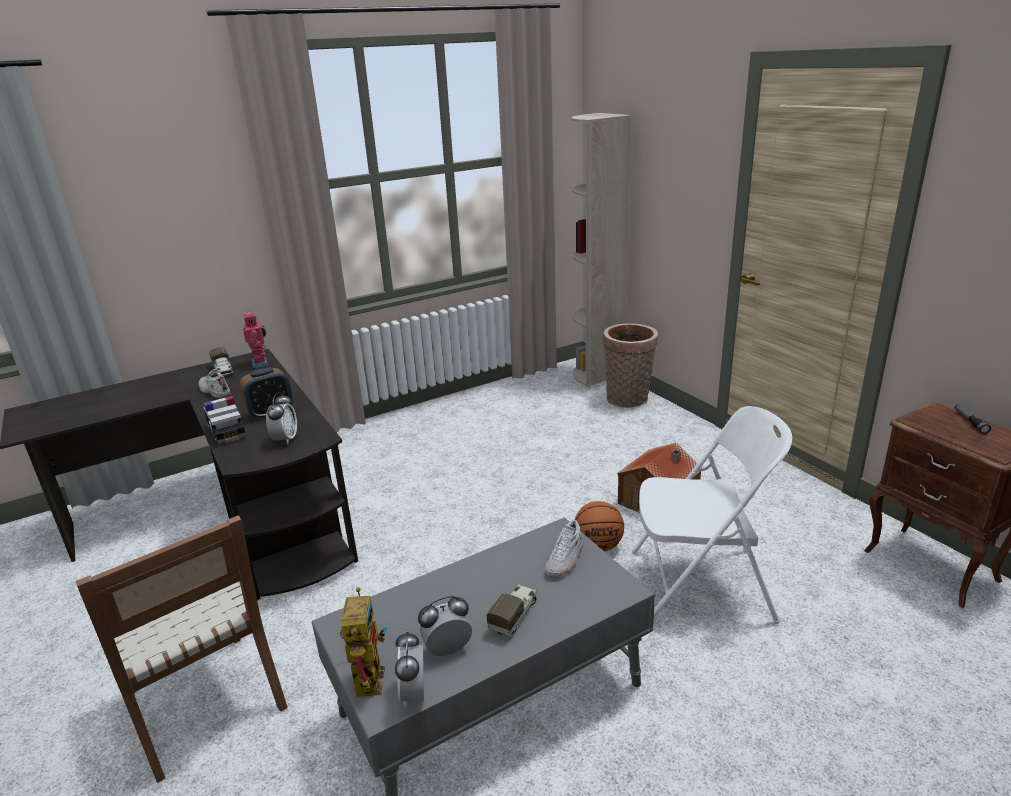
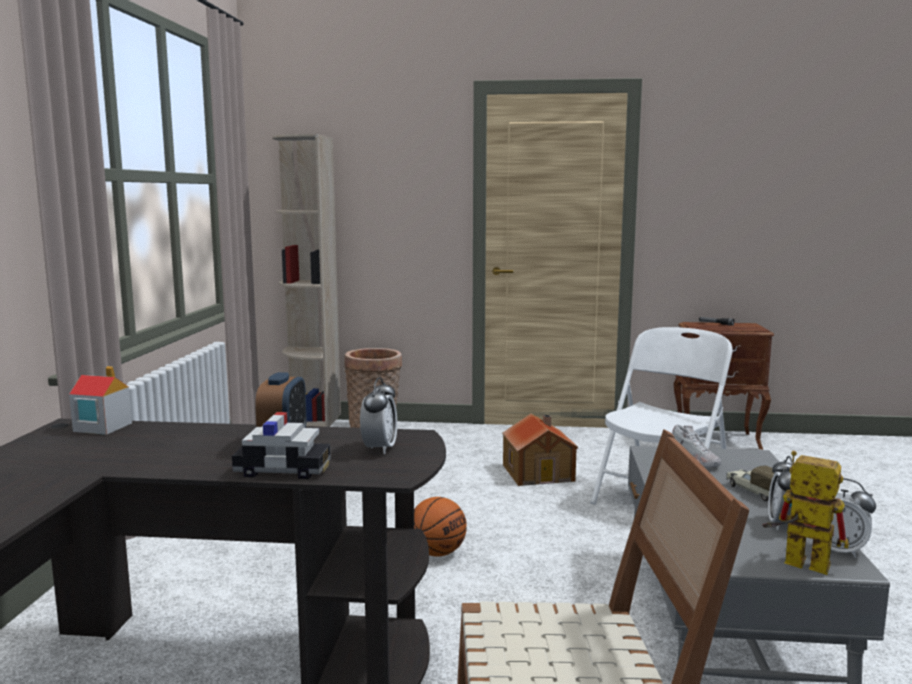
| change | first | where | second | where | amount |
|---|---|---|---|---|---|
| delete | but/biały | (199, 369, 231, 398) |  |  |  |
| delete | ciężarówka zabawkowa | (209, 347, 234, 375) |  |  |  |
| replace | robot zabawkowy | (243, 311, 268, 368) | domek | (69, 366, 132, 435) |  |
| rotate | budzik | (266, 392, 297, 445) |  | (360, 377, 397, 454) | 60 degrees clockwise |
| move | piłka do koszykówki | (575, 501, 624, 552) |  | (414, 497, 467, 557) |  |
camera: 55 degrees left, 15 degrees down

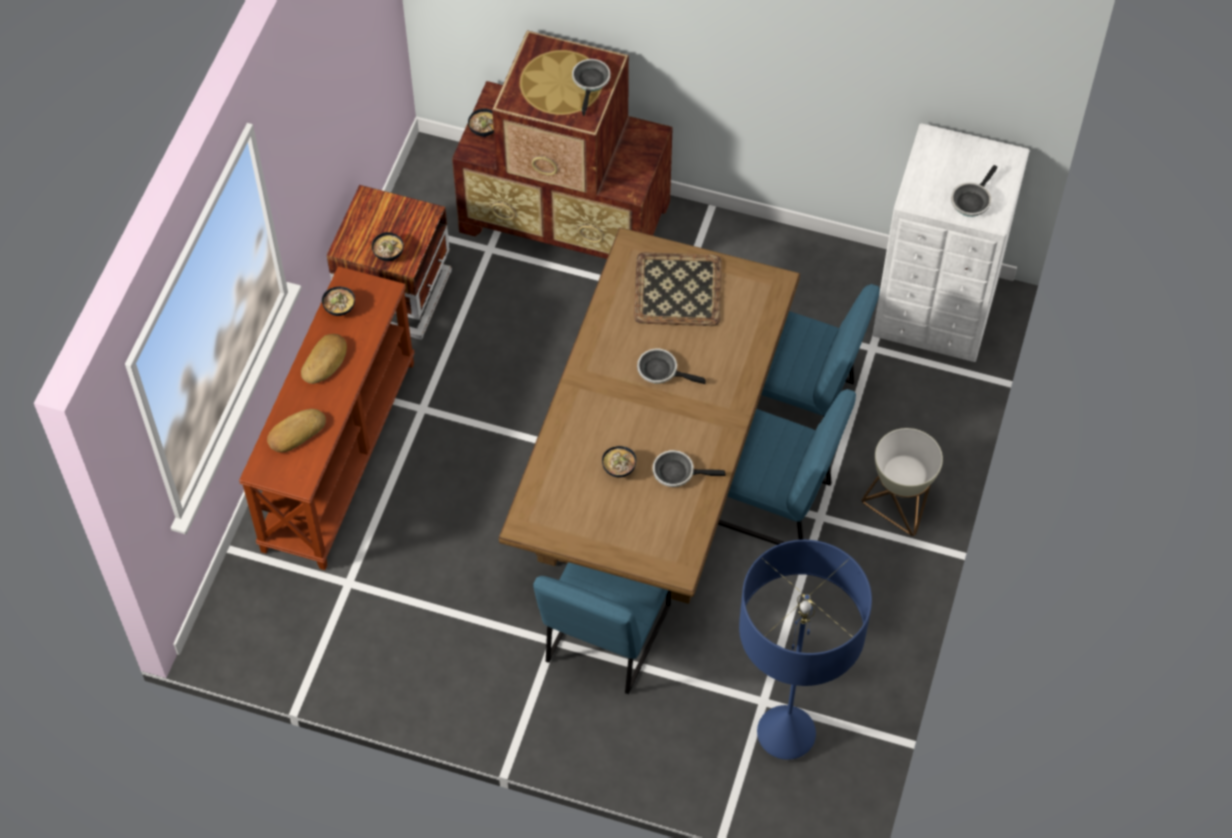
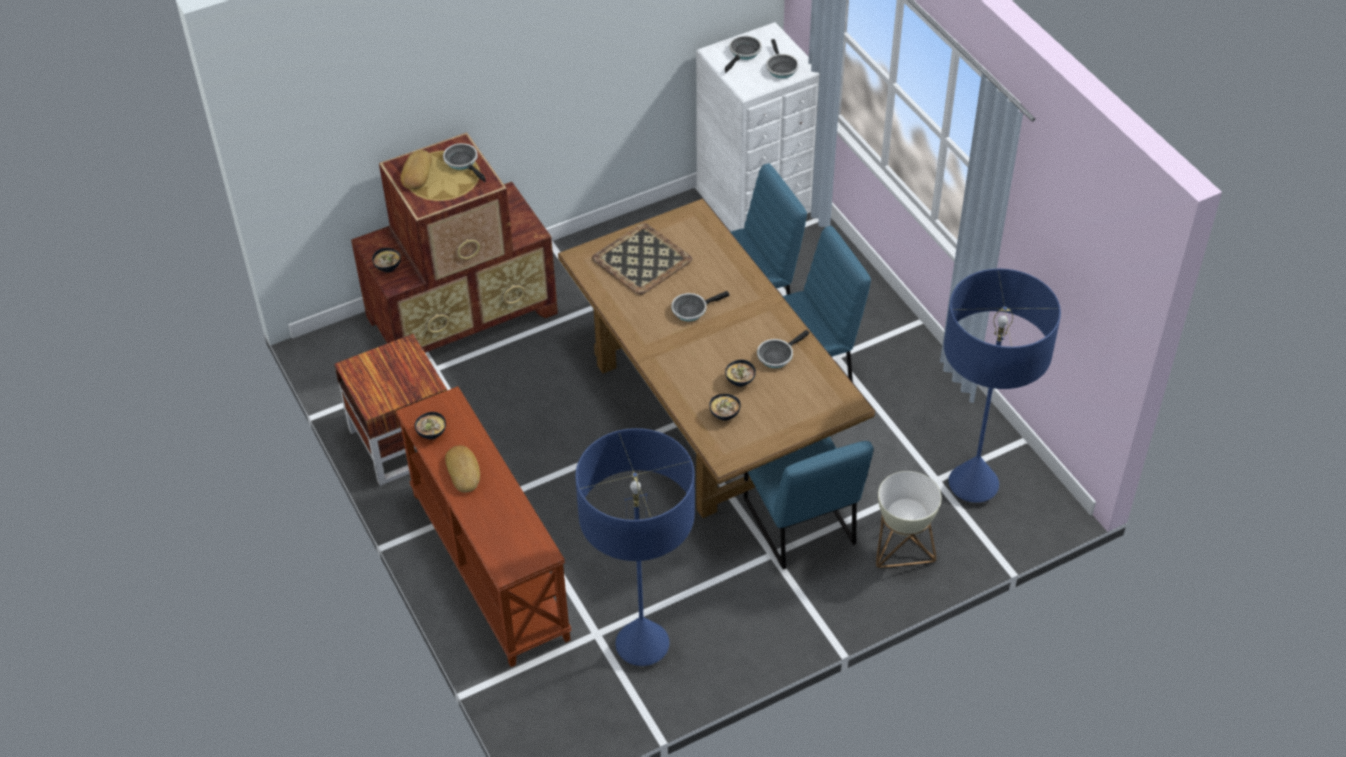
| change | first | where | second | where | amount |
|---|---|---|---|---|---|
| move | chleb | (267, 409, 326, 453) |  | (401, 150, 432, 189) |  |
| move | miska | (372, 232, 404, 261) |  | (709, 394, 741, 421) |  |
| move | donica | (861, 428, 943, 536) |  | (876, 471, 942, 568) |  |
| insert |  |  | lampa stojąca/niebieski | (575, 428, 695, 666) |  |
| insert |  |  | patelnia | (725, 36, 762, 73) |  |
camera: 45 degrees left, 10 degrees down

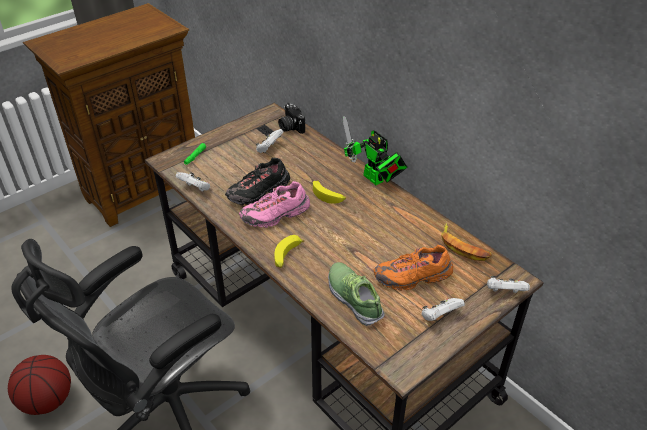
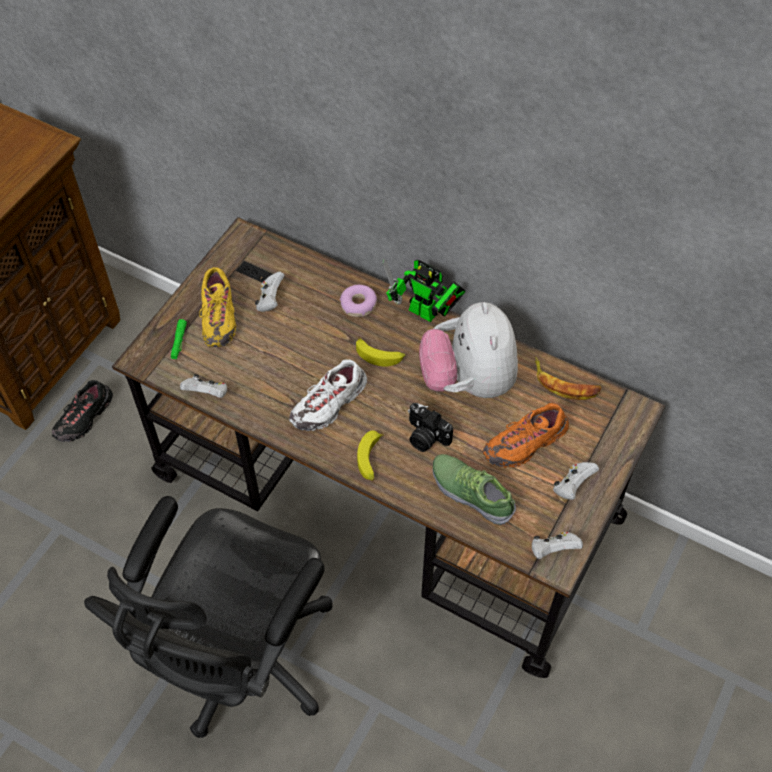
| change | first | where | second | where | amount |
|---|---|---|---|---|---|
| delete | piłka do koszykówki | (8, 355, 71, 415) |  |  |  |
| move | but/czarny | (225, 158, 290, 205) |  | (52, 380, 113, 442) |  |
| recolor | but/różowy | (239, 181, 310, 228) | but/biały | (289, 359, 367, 431) |  |
| move | aparat fotograficzny | (278, 103, 305, 134) |  | (408, 403, 453, 452) |  |
| move | pad do gier/biały | (487, 276, 530, 293) |  | (531, 532, 583, 559) |  |
| insert |  |  | but/żółty | (199, 267, 236, 347) |  |
| insert |  |  | donut | (340, 285, 377, 317) |  |
| insert |  |  | pluszak | (419, 302, 518, 398) |  |
camera: 20 degrees left, 15 degrees up

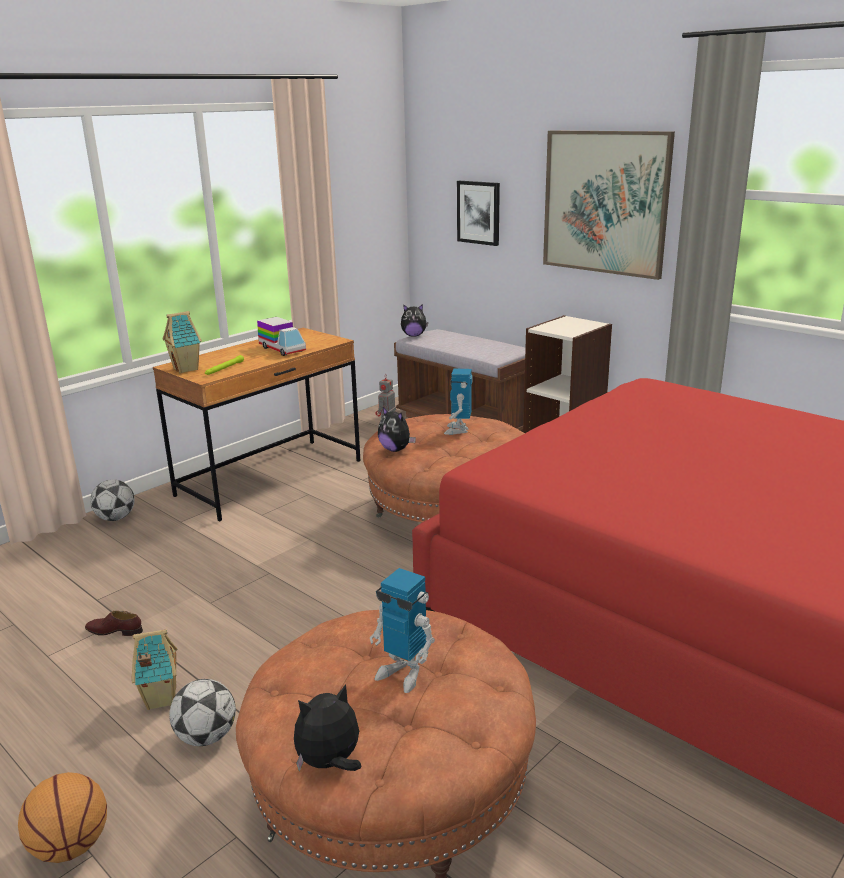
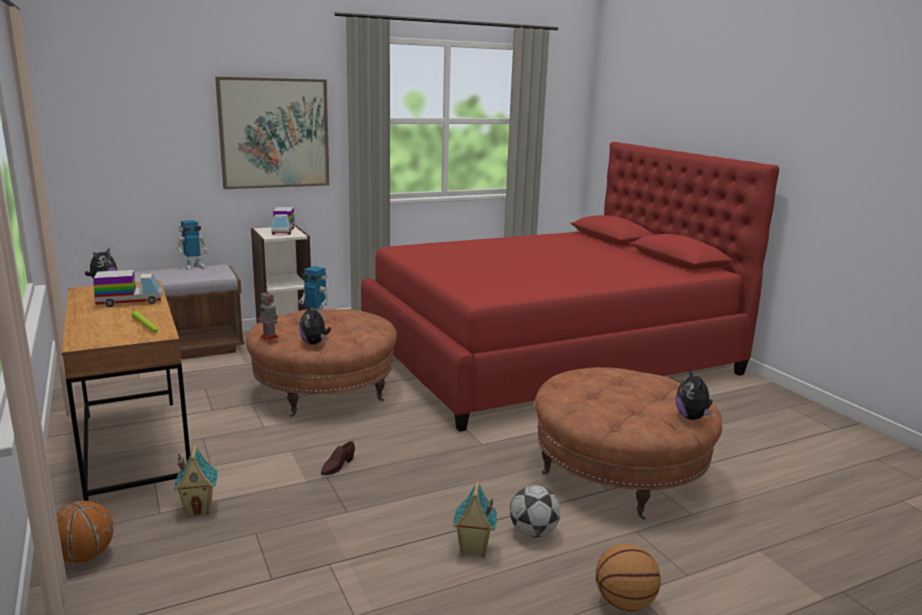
| change | first | where | second | where | amount |
|---|---|---|---|---|---|
| move | but/brązowy | (85, 611, 143, 636) |  | (321, 441, 355, 475) |  |
| replace | piłka futbolowa | (90, 480, 135, 521) | piłka do koszykówki | (56, 501, 113, 563) |  |
| move | domek | (163, 311, 202, 373) |  | (174, 444, 218, 517) |  |
| move | robot zabawkowy | (370, 568, 435, 693) |  | (176, 220, 208, 270) |  |
| rotate | pluszak | (378, 407, 416, 452) |  | (299, 305, 331, 345) | 90 degrees clockwise |
| delete | obraz | (457, 181, 500, 246) |  |  |  |
| insert |  |  | ciężarówka zabawkowa | (271, 207, 295, 234) |  |
camera: 70 degrees left, 5 degrees down

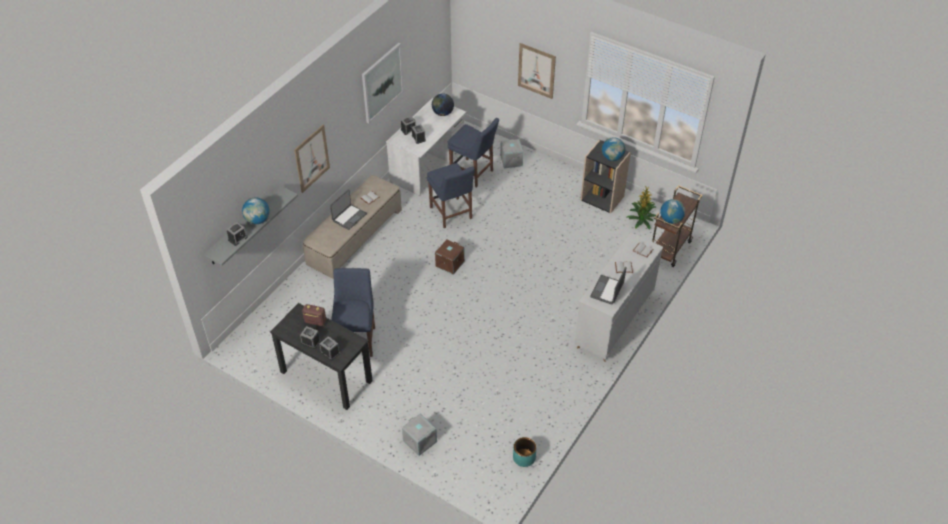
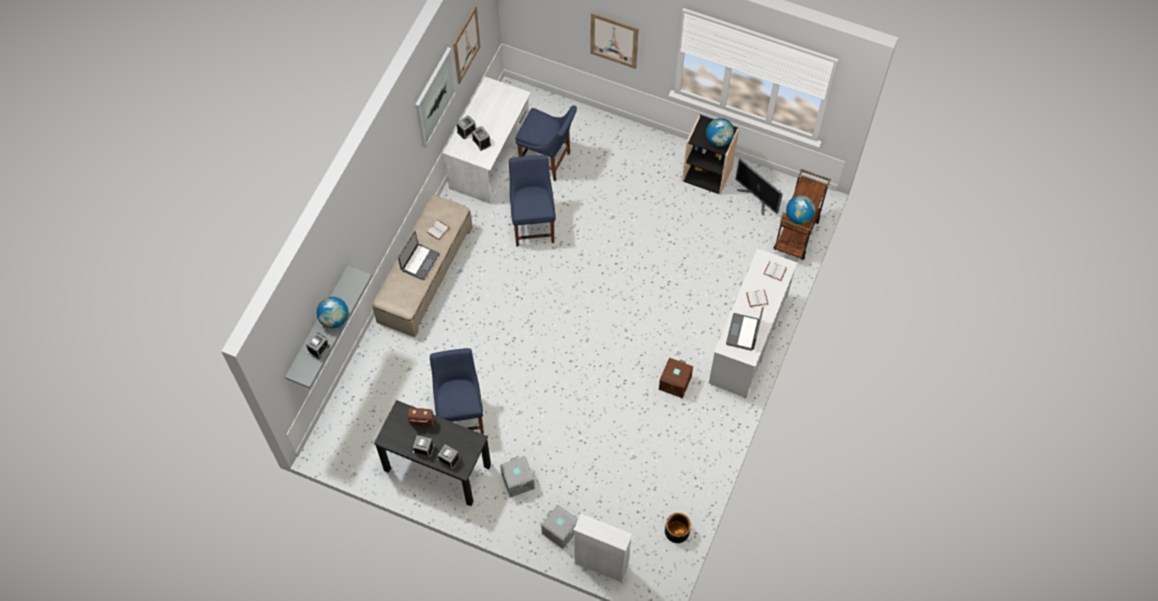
| change | first | where | second | where | amount |
|---|---|---|---|---|---|
| move | obraz | (294, 125, 330, 193) |  | (453, 6, 480, 84) |  |
| rotate | krzesło/niebieski | (427, 163, 475, 228) |  | (509, 155, 556, 247) | 150 degrees counterclockwise |
| delete | globus | (432, 94, 454, 116) |  |  |  |
| move | pojemnik do przechowywania/brązowy | (435, 240, 465, 275) |  | (659, 358, 693, 399) |  |
| move | pojemnik do przechowywania/szary | (500, 139, 523, 168) |  | (500, 456, 535, 497) |  |
| recolor | donica/turkusowy | (513, 437, 536, 467) | donica/czarny | (665, 513, 691, 543) |  |
| replace | roślina doniczkowa | (627, 186, 656, 230) | monitor | (735, 159, 783, 215) |  |
| insert |  |  | regał/biały | (574, 514, 633, 583) |  |
camera: 10 degrees left, 15 degrees up

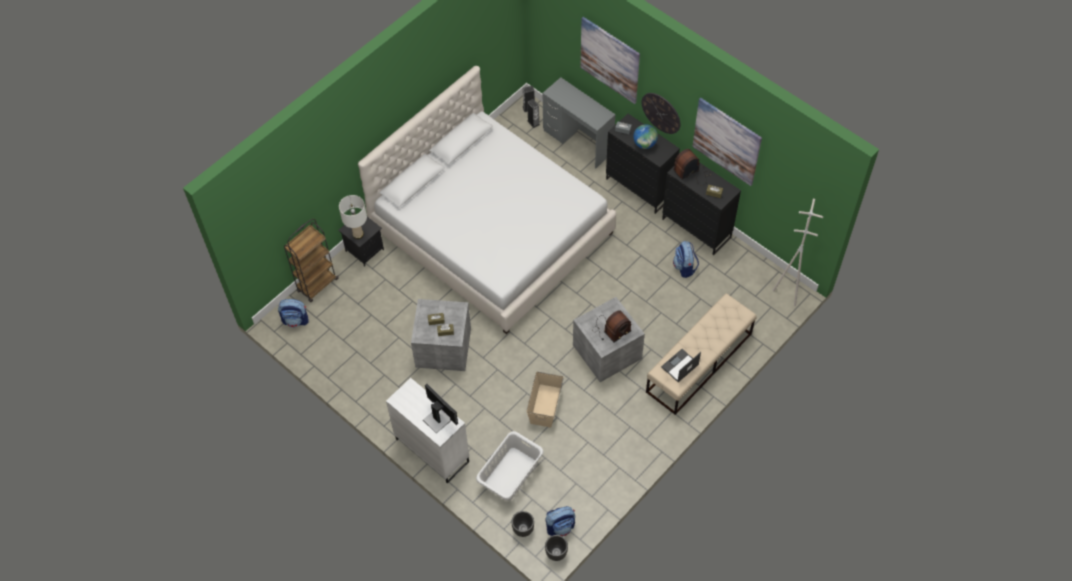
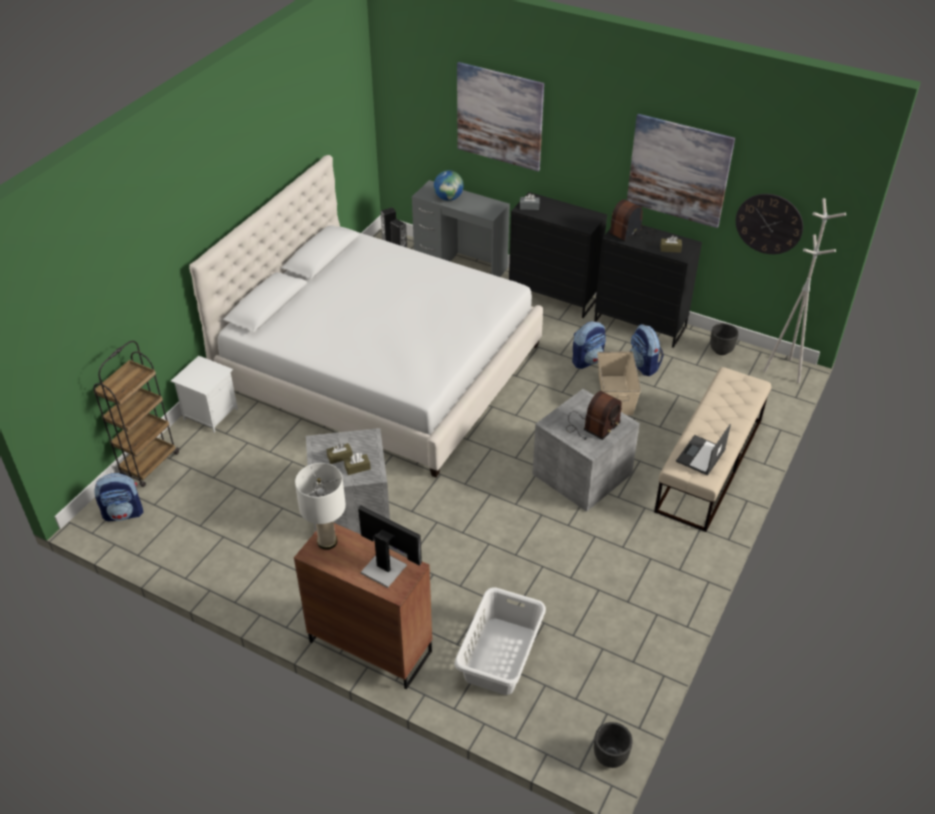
| change | first | where | second | where | amount |
|---|---|---|---|---|---|
| recolor | szafka nocna/czarny | (338, 211, 384, 267) | szafka nocna/biały | (171, 356, 238, 433) |  |
| move | lampa stołowa/biały | (339, 195, 367, 239) |  | (295, 463, 346, 550) |  |
| recolor | komoda/biały | (386, 378, 469, 484) | komoda/brązowy | (294, 523, 432, 689) |  |
| move | donica/czarny | (512, 511, 534, 537) |  | (710, 323, 738, 355) |  |
| move | pojemnik do przechowywania/beżowy | (527, 372, 564, 428) |  | (597, 351, 641, 415) |  |
| move | plecak | (546, 506, 575, 536) |  | (572, 321, 606, 369) |  |
| move | globus | (633, 124, 658, 149) |  | (434, 170, 463, 201) |  |
| move | zegar ścienny | (641, 93, 681, 134) |  | (736, 194, 803, 254) |  |
camera: 15 degrees left, 15 degrees down

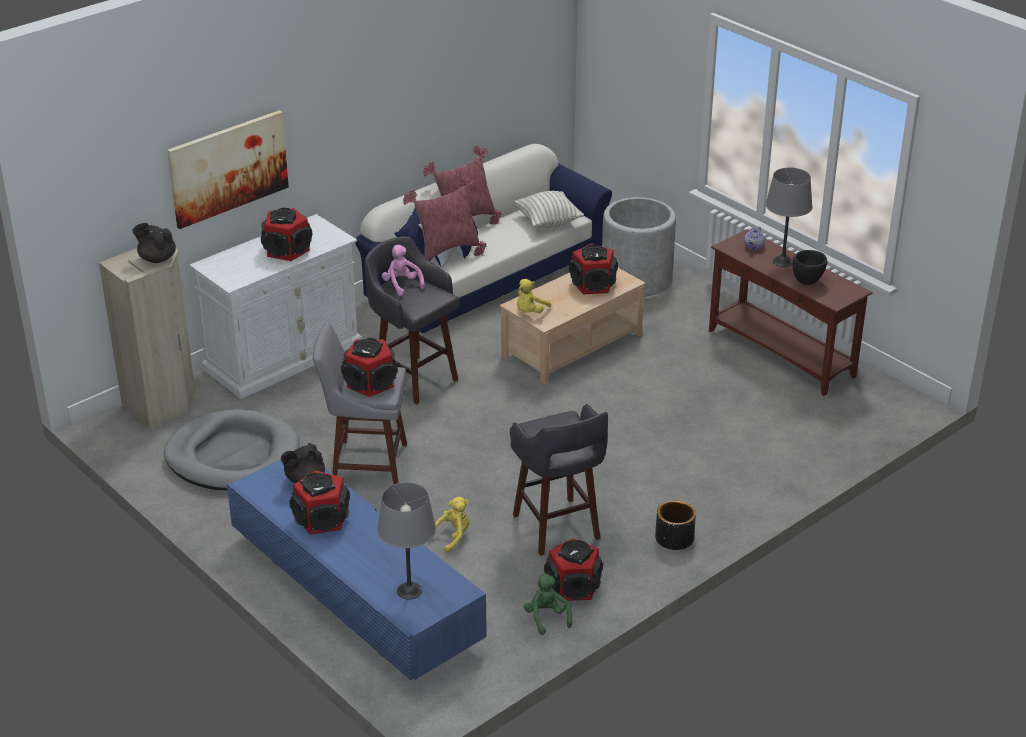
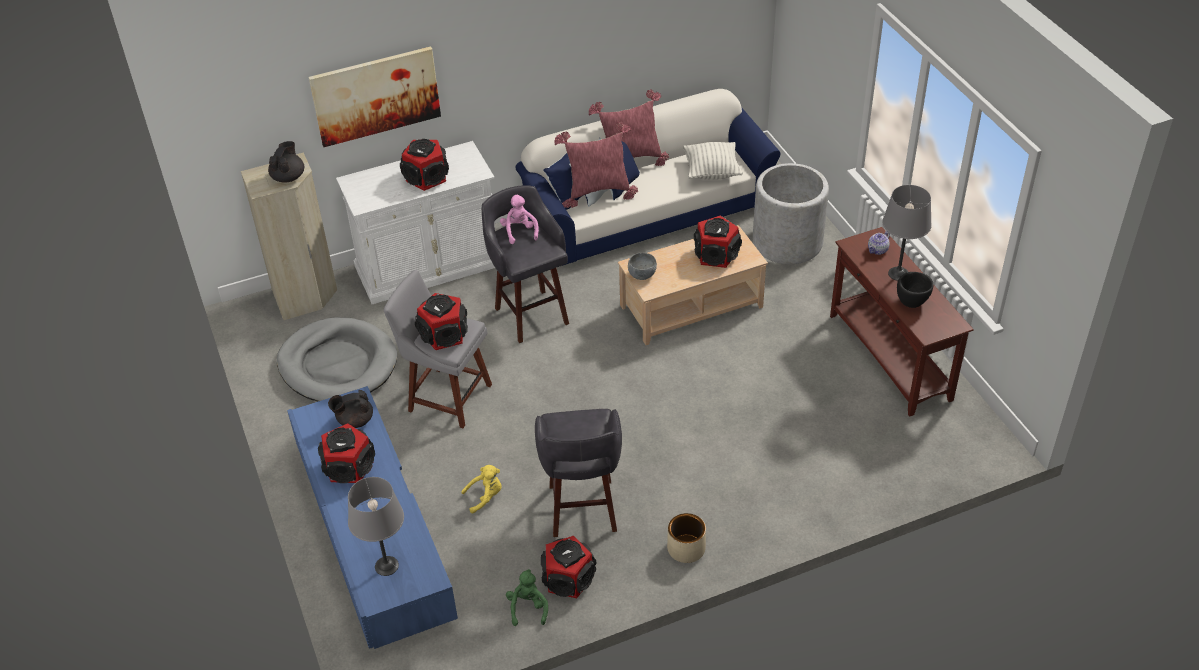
| change | first | where | second | where | amount |
|---|---|---|---|---|---|
| rotate | imbryk/czarny | (132, 223, 176, 263) |  | (268, 141, 304, 183) | 60 degrees clockwise |
| replace | pluszak/żółty | (517, 279, 551, 313) | miska/szary | (628, 253, 657, 280) |  |
| recolor | donica/czarny | (655, 500, 696, 550) | donica/beżowy | (667, 513, 706, 563) |  |
camera: 20 degrees right, 10 degrees up

